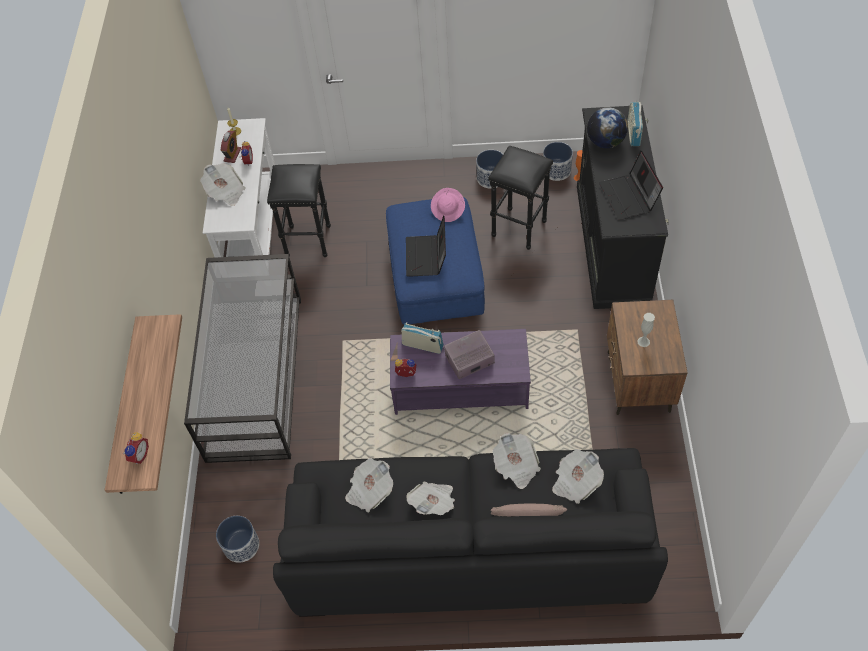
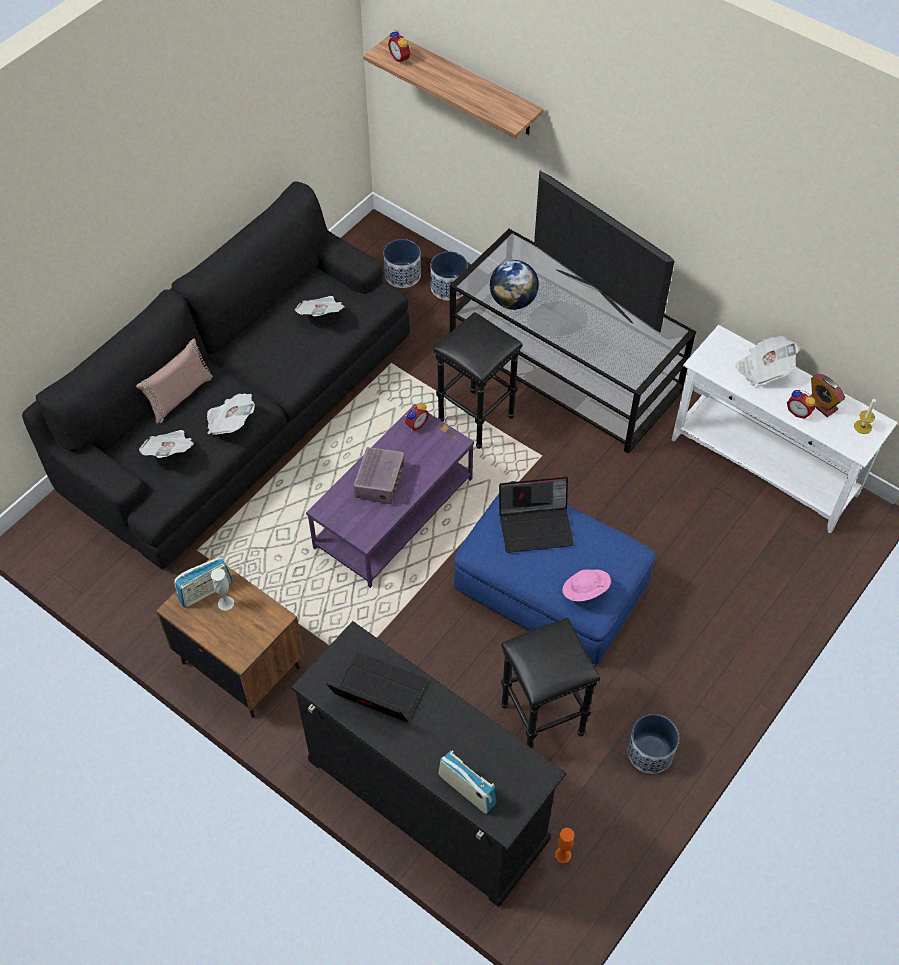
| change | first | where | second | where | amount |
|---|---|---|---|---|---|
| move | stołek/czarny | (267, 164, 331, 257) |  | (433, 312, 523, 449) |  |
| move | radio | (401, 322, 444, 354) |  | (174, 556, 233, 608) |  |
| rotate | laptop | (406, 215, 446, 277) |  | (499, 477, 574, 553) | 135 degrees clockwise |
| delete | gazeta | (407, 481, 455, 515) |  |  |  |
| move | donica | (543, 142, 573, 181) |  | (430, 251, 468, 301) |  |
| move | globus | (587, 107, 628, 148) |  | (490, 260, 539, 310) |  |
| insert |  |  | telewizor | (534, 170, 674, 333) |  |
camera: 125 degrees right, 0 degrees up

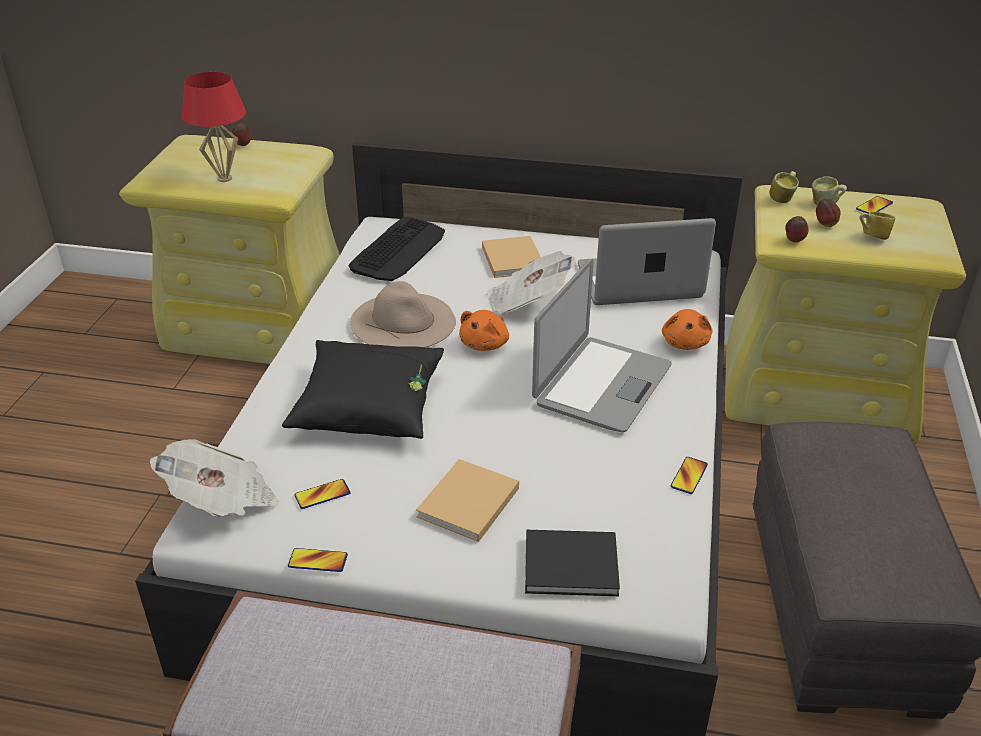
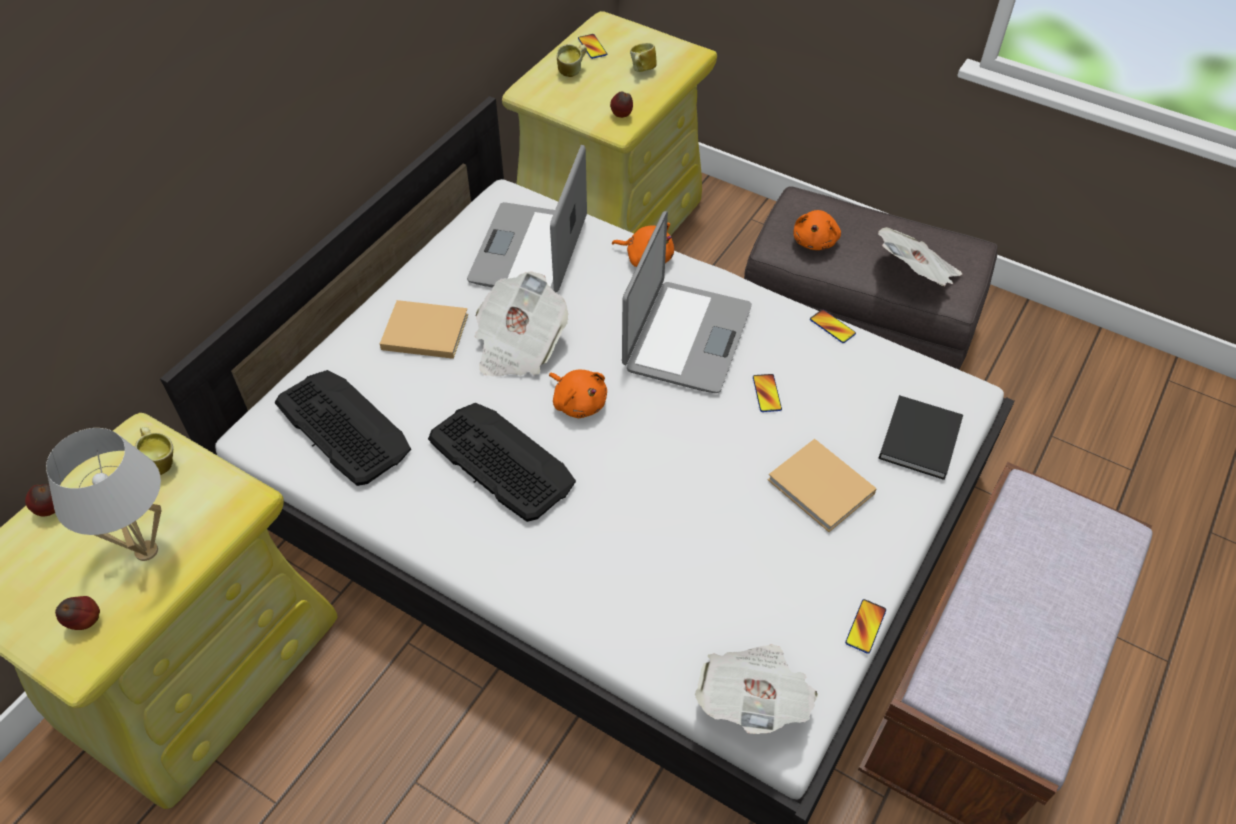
| change | first | where | second | where | amount |
|---|---|---|---|---|---|
| recolor | lampa stołowa/czerwony | (182, 72, 246, 182) | lampa stołowa/biały | (46, 428, 162, 561) |  |
| delete | poduszka/czarny | (282, 340, 444, 439) |  |  |  |
| move | telefon | (294, 479, 351, 509) |  | (753, 374, 782, 412) |  |
| replace | kapelusz/beżowy | (350, 281, 456, 347) | klawiatura | (428, 403, 576, 522) |  |
| rotate | laptop | (532, 259, 672, 432) |  | (622, 211, 752, 393) | 60 degrees clockwise |
| move | kubek | (769, 171, 799, 203) |  | (135, 427, 173, 475) |  |
| move | jabłko | (816, 199, 841, 227) |  | (55, 596, 100, 630) |  |
| insert |  |  | pluszak/pomarańczowy | (794, 210, 841, 250) |  |
| insert |  |  | gazeta | (878, 227, 962, 286) |  |
camera: 70 degrees left, 15 degrees up

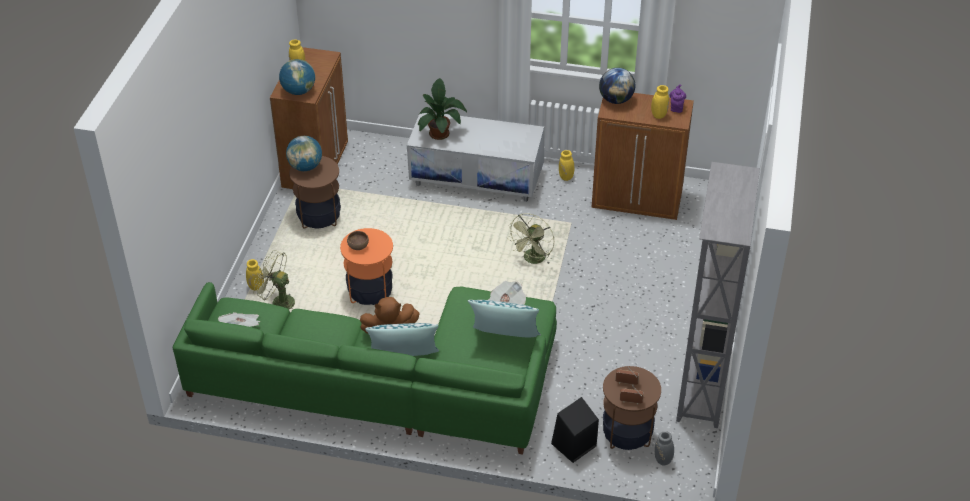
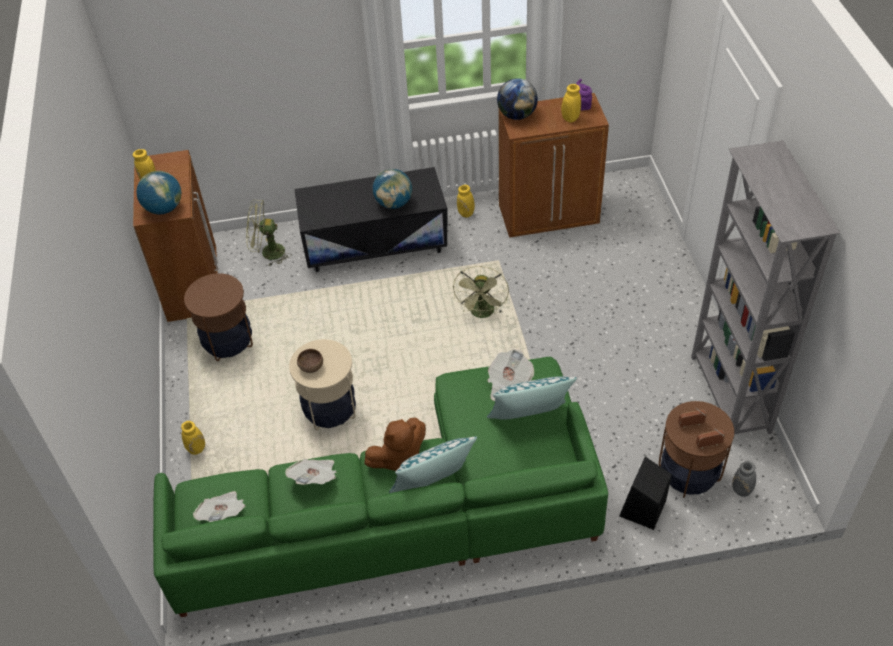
| change | first | where | second | where | amount |
|---|---|---|---|---|---|
| move | wentylator/zielony | (254, 250, 295, 311) |  | (246, 200, 291, 266) |  |
| move | globus | (286, 136, 322, 171) |  | (373, 169, 412, 209) |  |
| recolor | stolik/pomarańczowy | (340, 228, 393, 305) | stolik/beżowy | (289, 339, 356, 430) |  |
| recolor | szafka pod telewizor/biały | (407, 111, 544, 202) | szafka pod telewizor/czarny | (294, 167, 447, 272) |  |
| delete | roślina doniczkowa | (418, 78, 467, 140) |  |  |  |
| insert |  |  | gazeta | (285, 459, 337, 485) |  |
camera: 20 degrees left, 5 degrees up

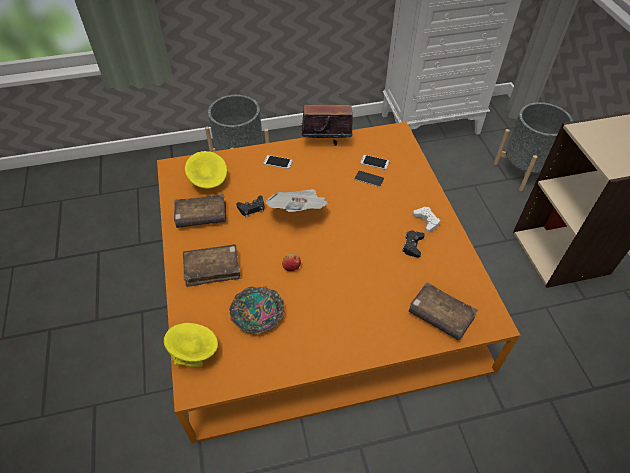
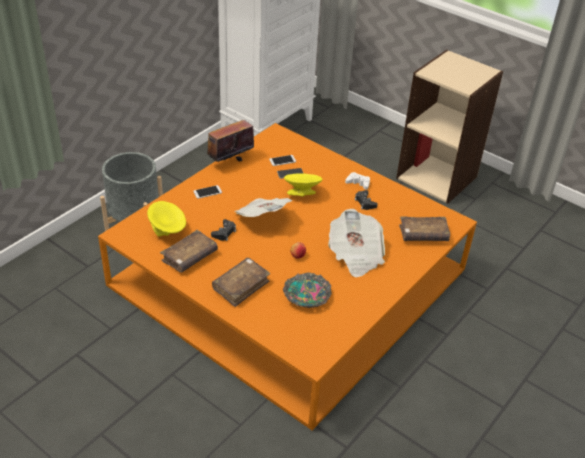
| change | first | where | second | where | amount |
|---|---|---|---|---|---|
| move | miska/żółty | (164, 323, 218, 367) |  | (284, 173, 323, 197) |  |
| delete | donica/szary | (494, 102, 573, 191) |  |  |  |
| insert |  |  | gazeta | (328, 209, 385, 277) |  |
camera: 40 degrees left, 10 degrees down

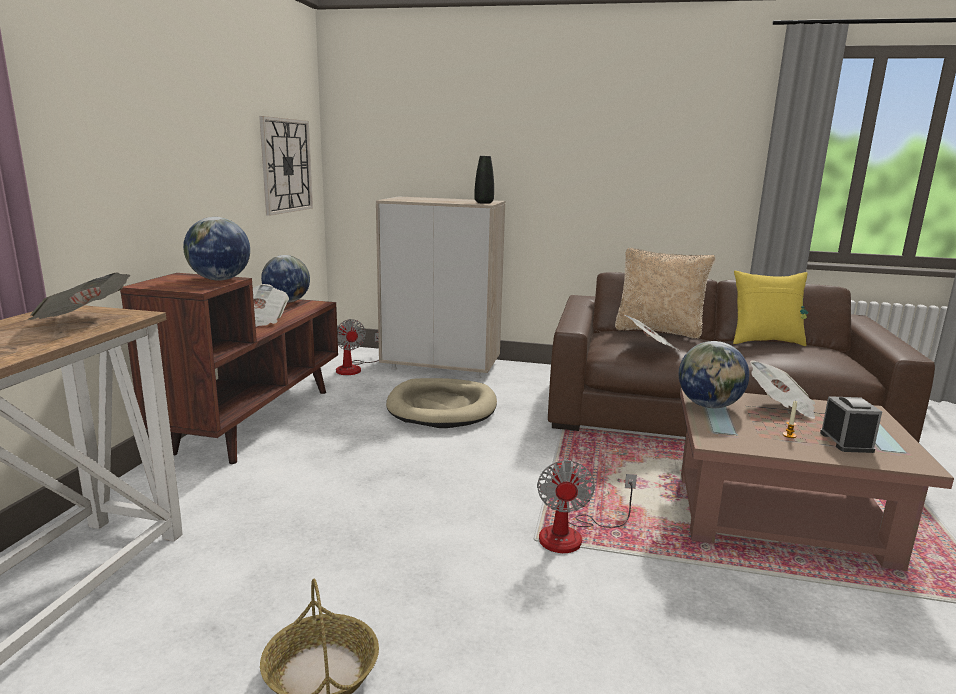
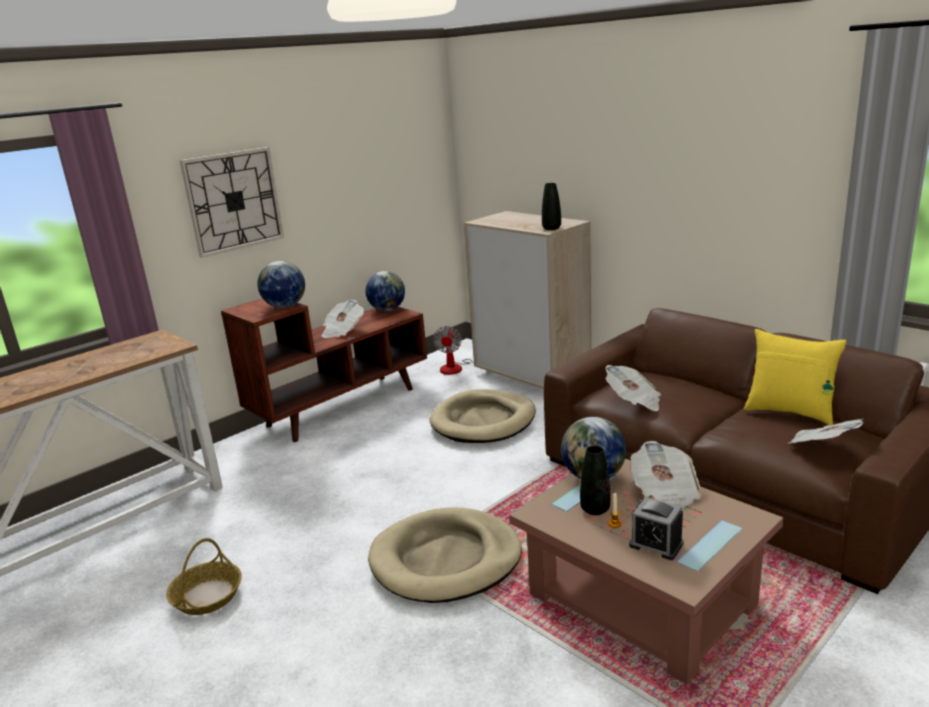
| change | first | where | second | where | amount |
|---|---|---|---|---|---|
| move | gazeta | (28, 272, 130, 320) |  | (787, 419, 863, 444) |  |
| move | zegar ścienny | (259, 116, 313, 216) |  | (180, 147, 284, 258) |  |
| replace | wentylator | (537, 459, 637, 553) | legowisko/beżowy | (368, 507, 522, 603) |  |
| delete | poduszka/beżowy | (615, 247, 716, 338) |  |  |  |
| rotate | budzik | (820, 396, 882, 453) |  | (629, 497, 684, 560) | 90 degrees clockwise |
| insert |  |  | wazon/czarny | (580, 446, 610, 515) |  |
camera: 35 degrees right, 5 degrees up

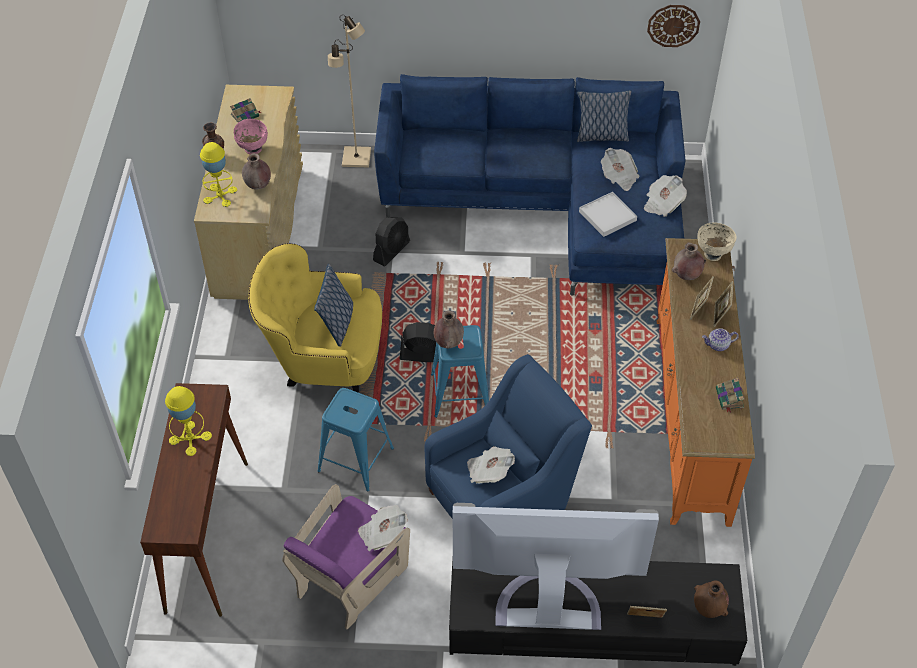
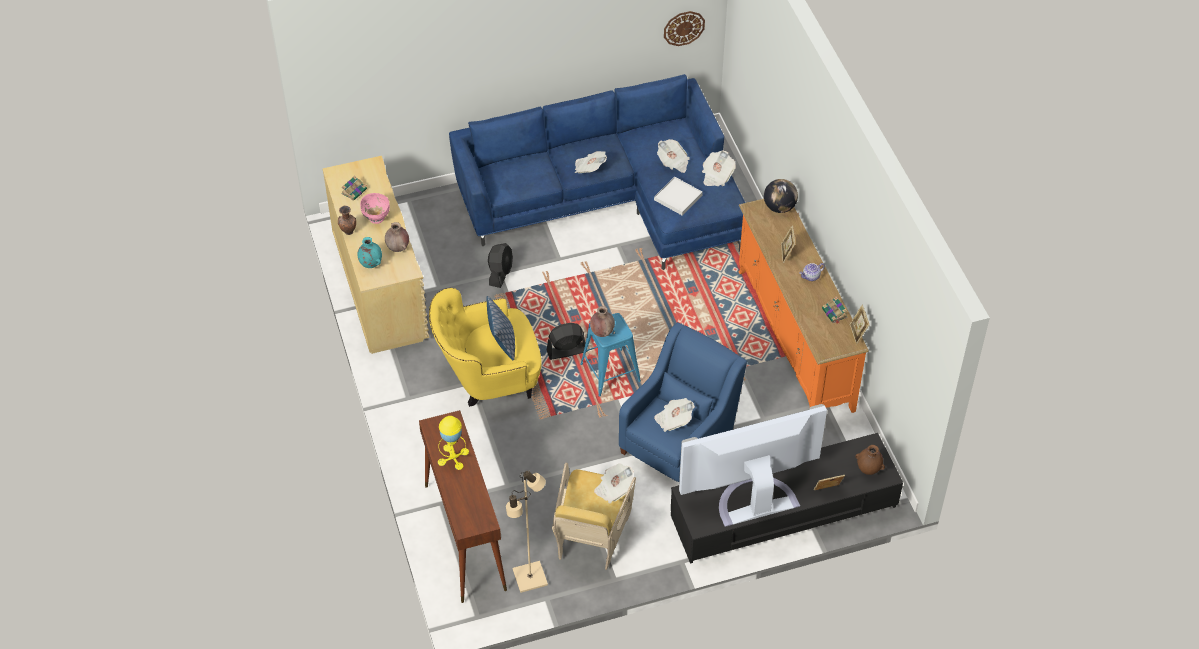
| change | first | where | second | where | amount |
|---|---|---|---|---|---|
| replace | lampa stołowa/żółty | (200, 142, 237, 207) | wazon/turkusowy | (357, 237, 382, 268) |  |
| recolor | fotel/fioletowy | (282, 484, 410, 629) | fotel/żółty | (552, 463, 636, 570) |  |
| delete | stołek/niebieski | (318, 388, 394, 492) |  |  |  |
| move | lampa stojąca/beżowy | (328, 15, 371, 167) |  | (506, 471, 548, 593) |  |
| delete | poduszka | (577, 90, 631, 142) |  |  |  |
| delete | wazon/brązowy | (672, 242, 706, 280) |  |  |  |
| replace | miska/beżowy | (697, 223, 737, 261) | globus | (764, 179, 798, 213) |  |
| move | ramka na zdjęcie | (713, 281, 733, 327) |  | (850, 305, 870, 344) |  |
| insert |  |  | gazeta | (575, 151, 607, 173) |  |
camera: 20 degrees left, 0 degrees up

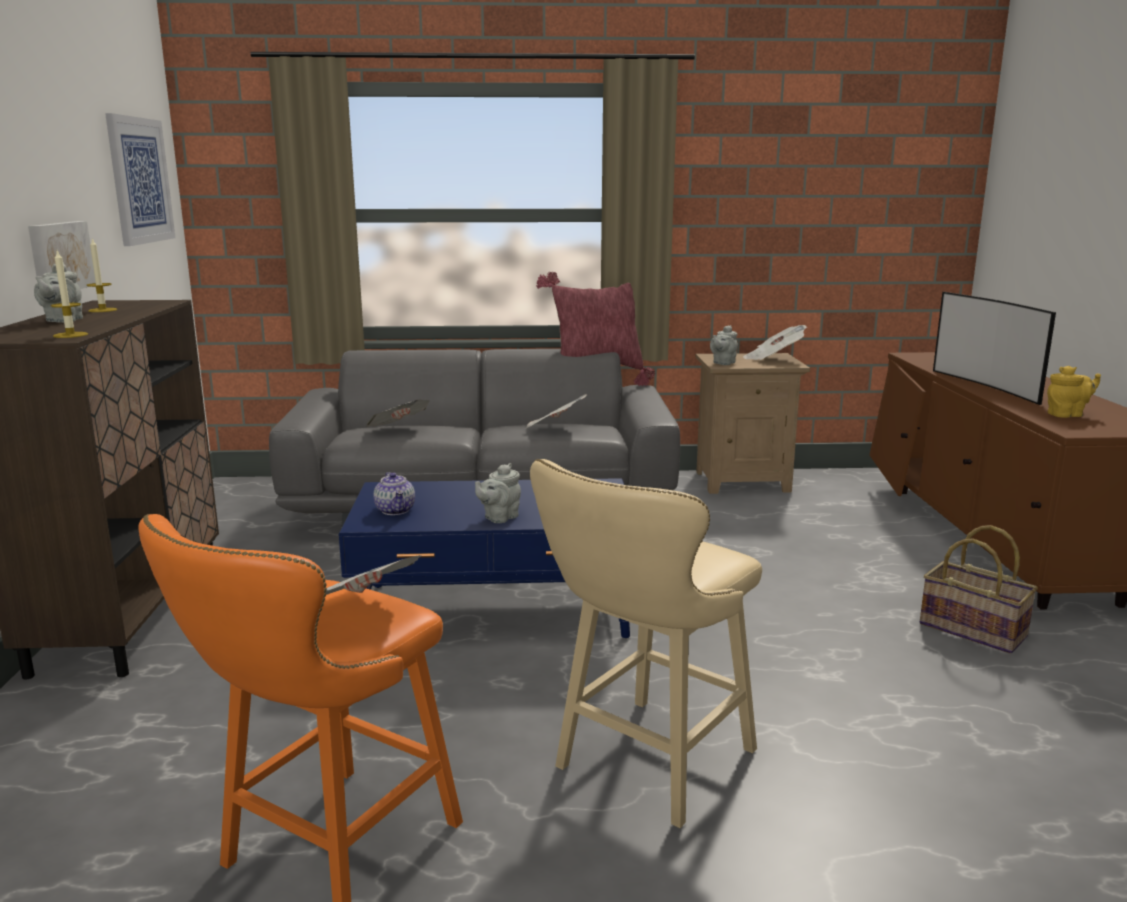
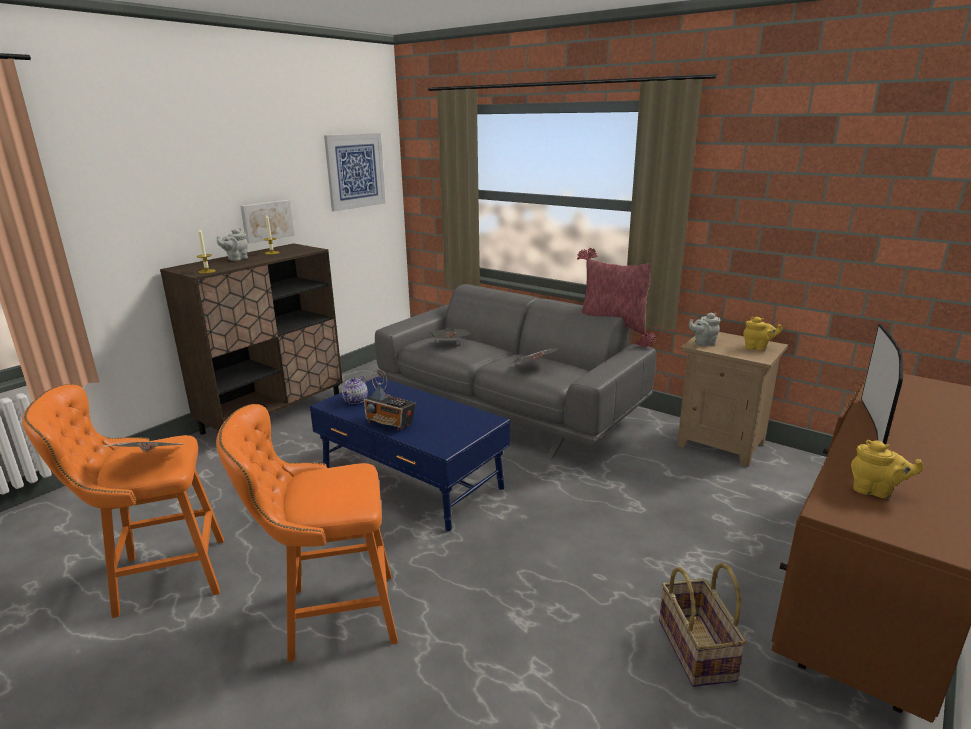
| change | first | where | second | where | amount |
|---|---|---|---|---|---|
| replace | imbryk/szary | (475, 463, 521, 523) | radio | (363, 369, 416, 431) |  |
| recolor | stołek/beżowy | (530, 459, 762, 828) | stołek/pomarańczowy | (216, 404, 398, 662) |  |
| replace | gazeta | (743, 325, 807, 360) | imbryk/żółty | (743, 317, 782, 351) |  |
camera: 40 degrees right, 5 degrees up

